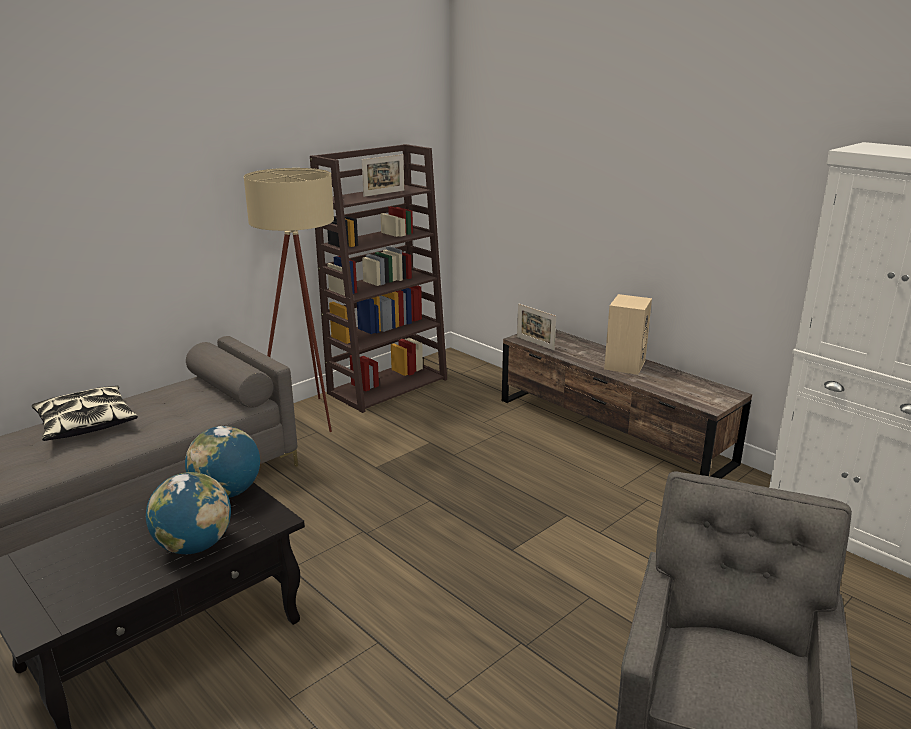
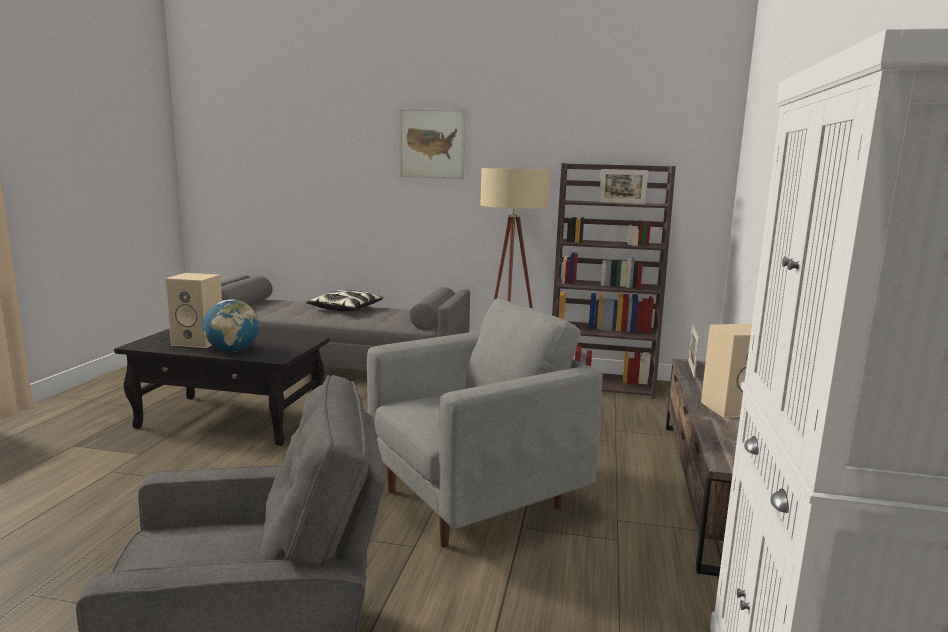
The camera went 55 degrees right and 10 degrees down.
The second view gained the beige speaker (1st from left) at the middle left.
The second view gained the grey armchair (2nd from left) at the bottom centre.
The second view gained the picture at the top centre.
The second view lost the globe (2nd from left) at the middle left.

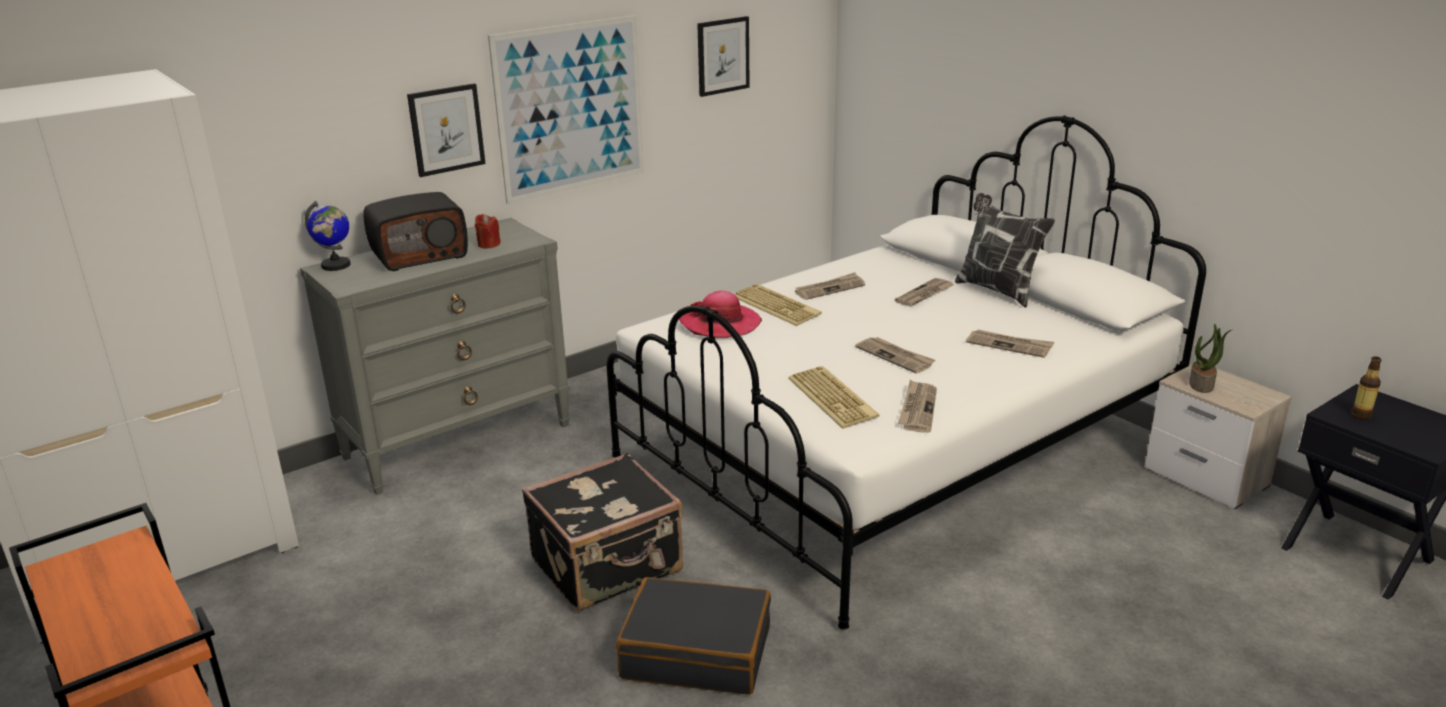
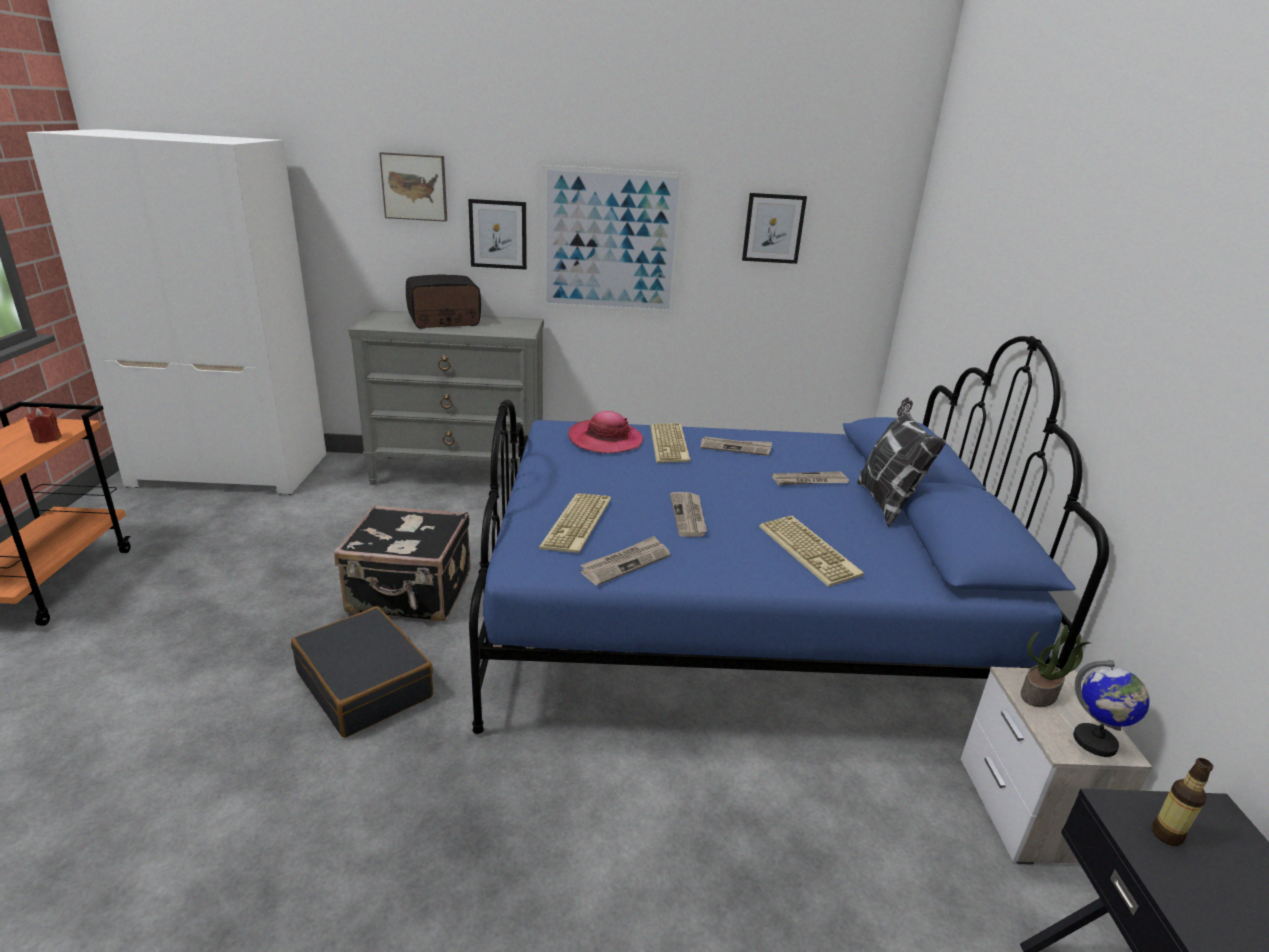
The camera went 35 degrees right and 0 degrees up.
The red candle ended up elsewhere, having gone from the top centre to the middle left.
The second view gained the picture (1st from left) at the top left.
The radio at the top left ended up facing another way, 150 degrees clockwise from before.
What was the white bed at the centre turned into the blue bed at the centre.
Where the newspaper (5th from left) stood at the middle right, the keyboard (3rd from left) came to stand at the centre.
The globe ended up elsewhere, having gone from the middle left to the bottom right.

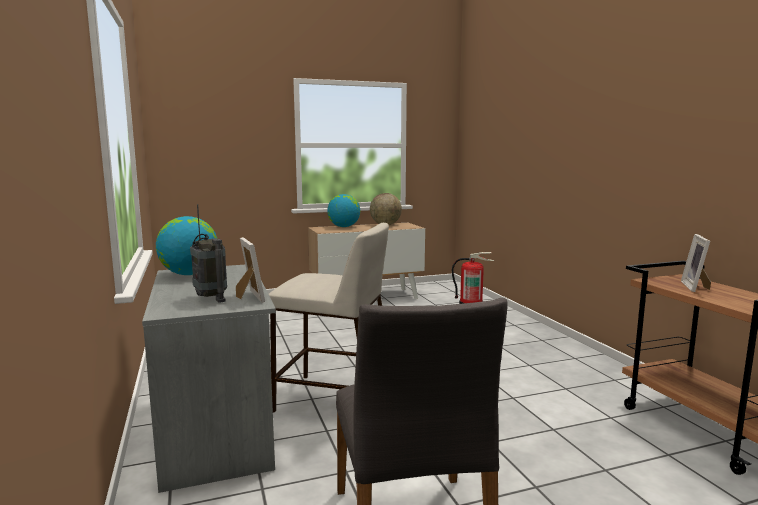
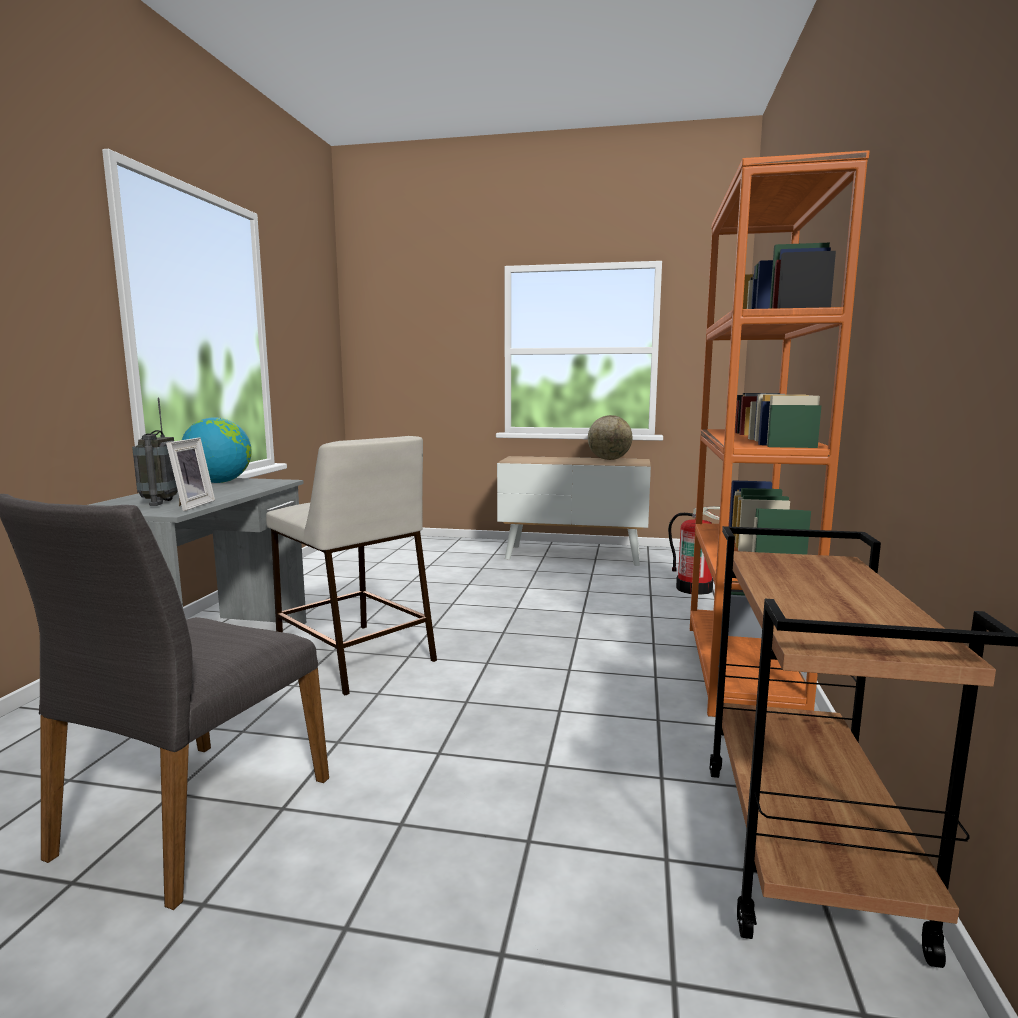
The camera went 30 degrees right and 0 degrees up.
The second view gained the orange bookcase at the middle right.
The second view lost the globe (2nd from left) at the centre.
The second view lost the picture frame (2nd from left) at the middle right.

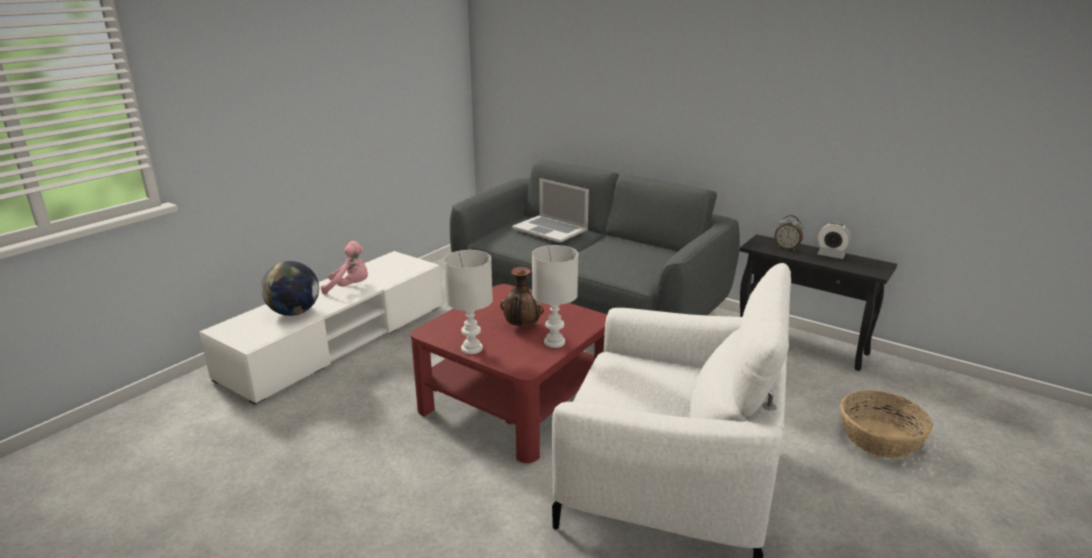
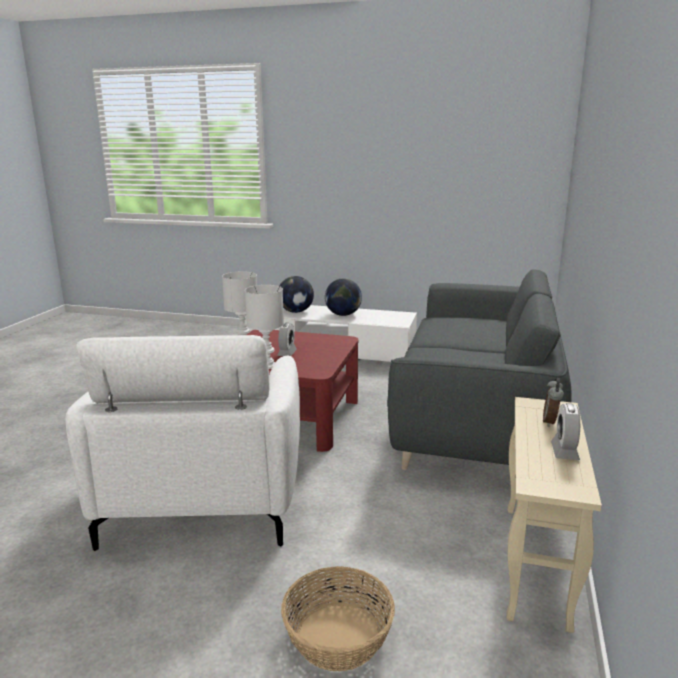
The camera went 70 degrees right and 5 degrees down.
Where the vase stood at the centre, the alarm clock (1st from left) came to stand at the centre.
Where the pink plush toy stood at the middle left, the globe (2nd from left) came to stand at the centre.
What was the black side table at the middle right turned into the beige side table at the bottom right.
The second view lost the laptop at the centre.

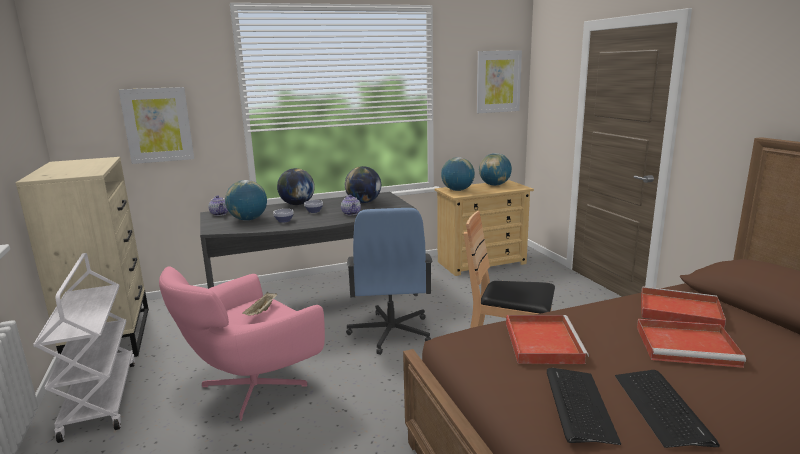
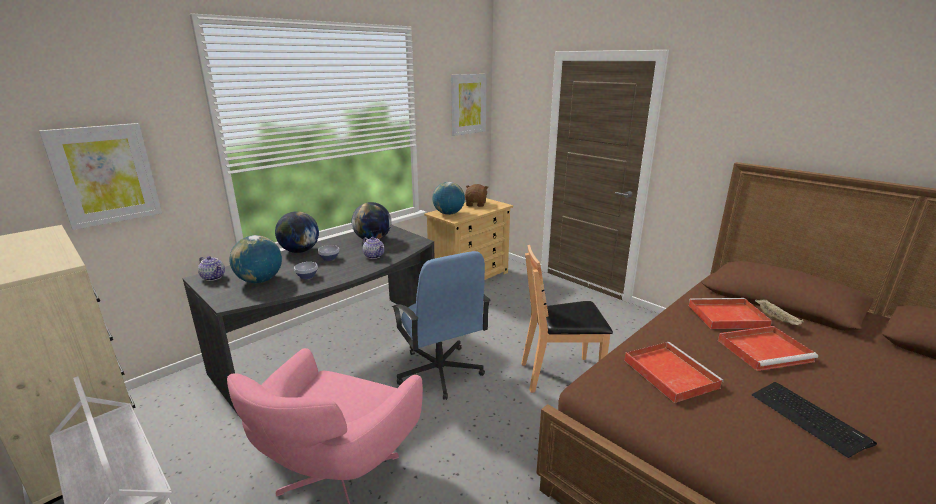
The camera went 25 degrees left and 5 degrees up.
Where the globe (5th from left) stood at the centre, the brown plush toy came to stand at the centre.
The beige tray ended up elsewhere, having gone from the bottom left to the middle right.
The second view lost the keyboard (1st from left) at the bottom right.

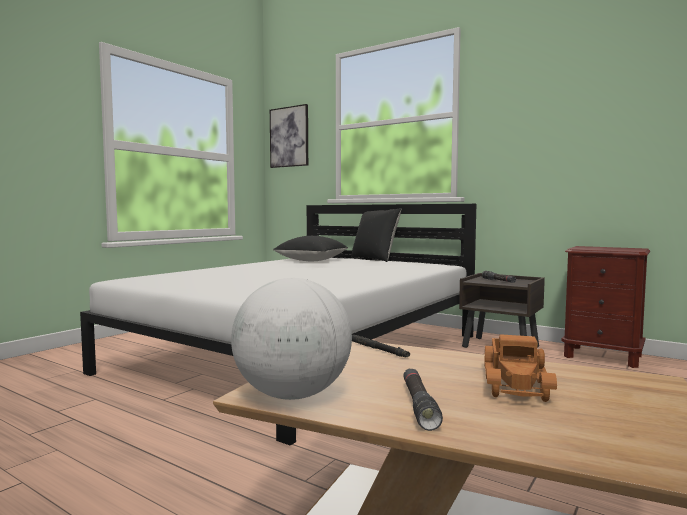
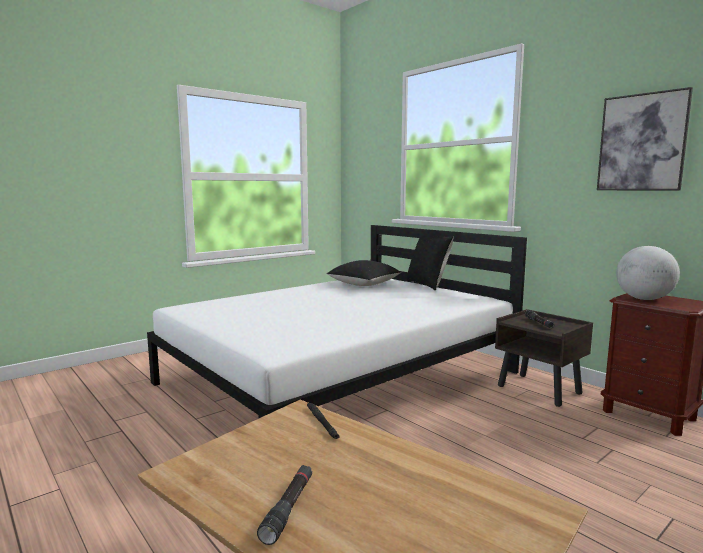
The camera went 15 degrees right and 5 degrees up.
The picture ended up elsewhere, having gone from the top centre to the top right.
The globe ended up elsewhere, having gone from the centre to the middle right.
The second view lost the toy truck at the bottom right.

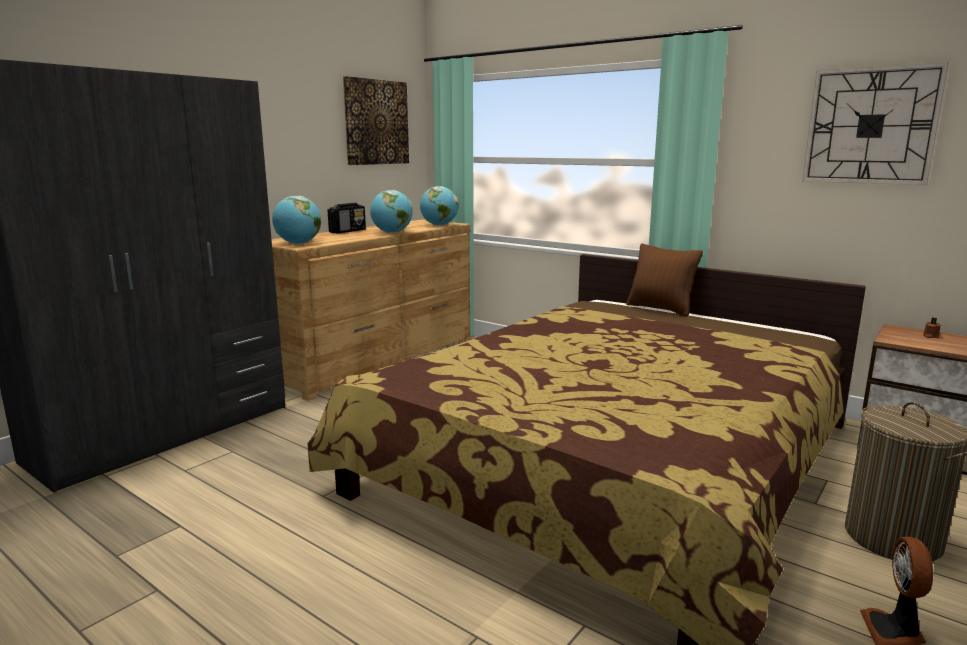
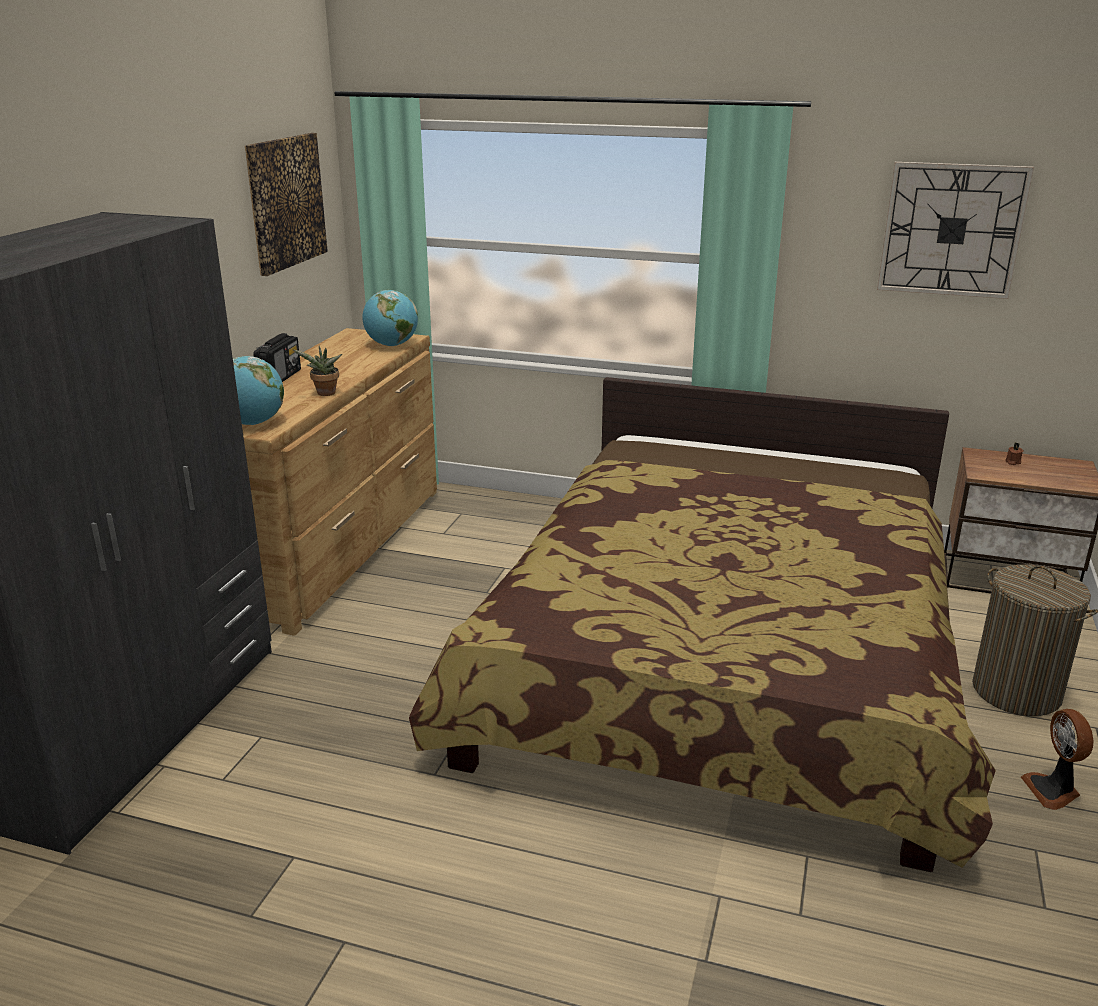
The camera went 20 degrees left and 10 degrees up.
The second view gained the potted plant at the middle left.
The second view lost the globe (2nd from left) at the top centre.
The second view lost the brown pillow at the middle right.

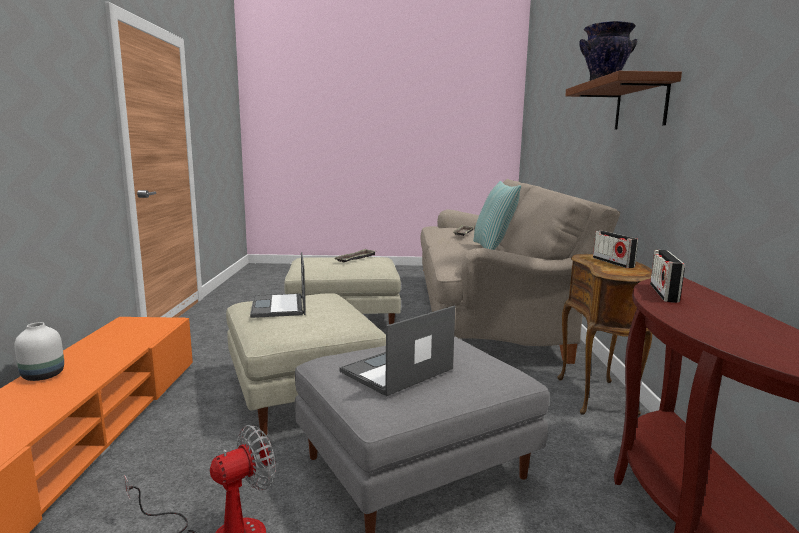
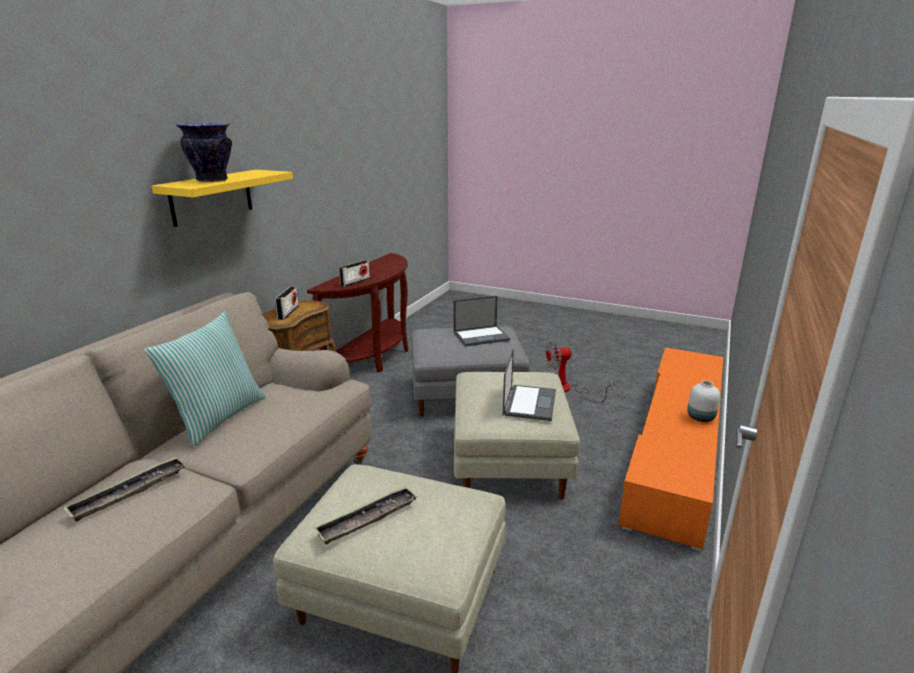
The camera went 155 degrees left and 10 degrees up.
What was the brown shelf at the top right turned into the yellow shelf at the top left.

